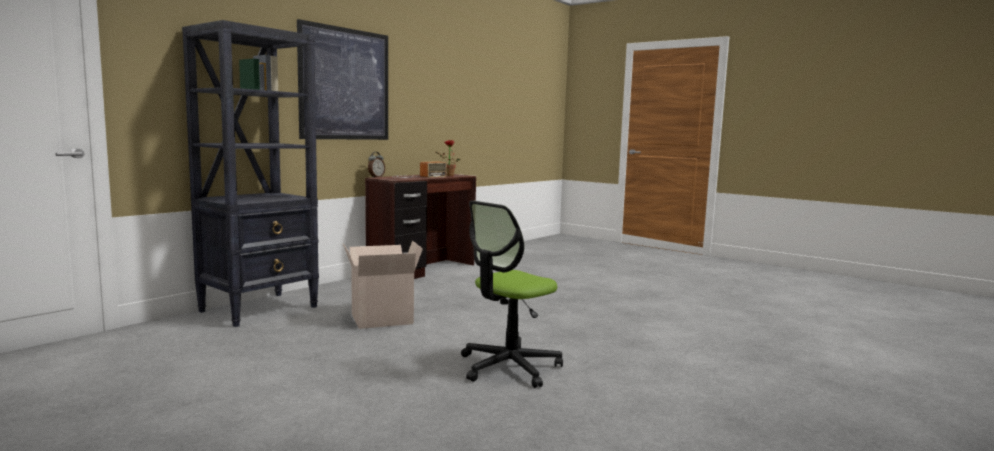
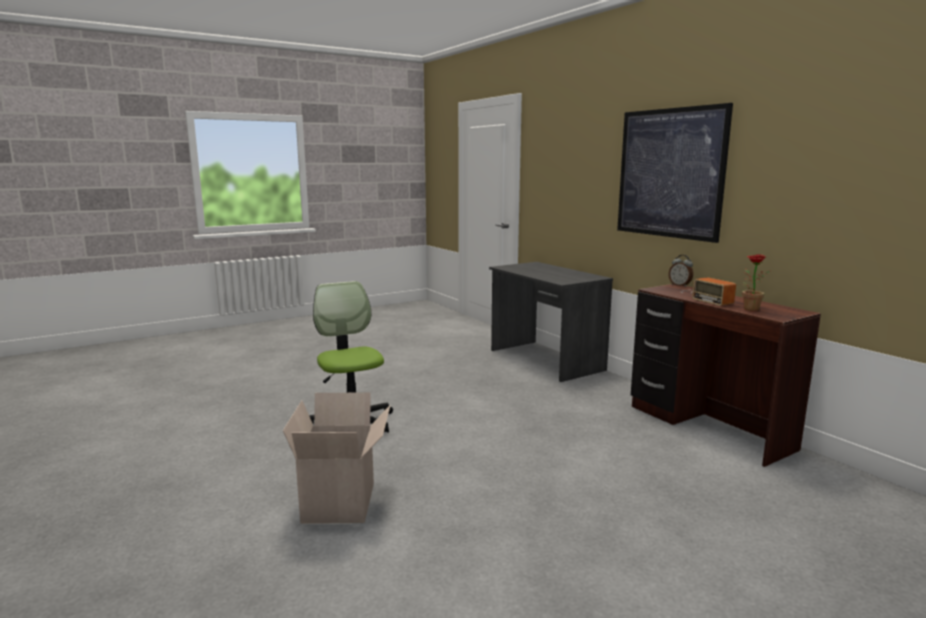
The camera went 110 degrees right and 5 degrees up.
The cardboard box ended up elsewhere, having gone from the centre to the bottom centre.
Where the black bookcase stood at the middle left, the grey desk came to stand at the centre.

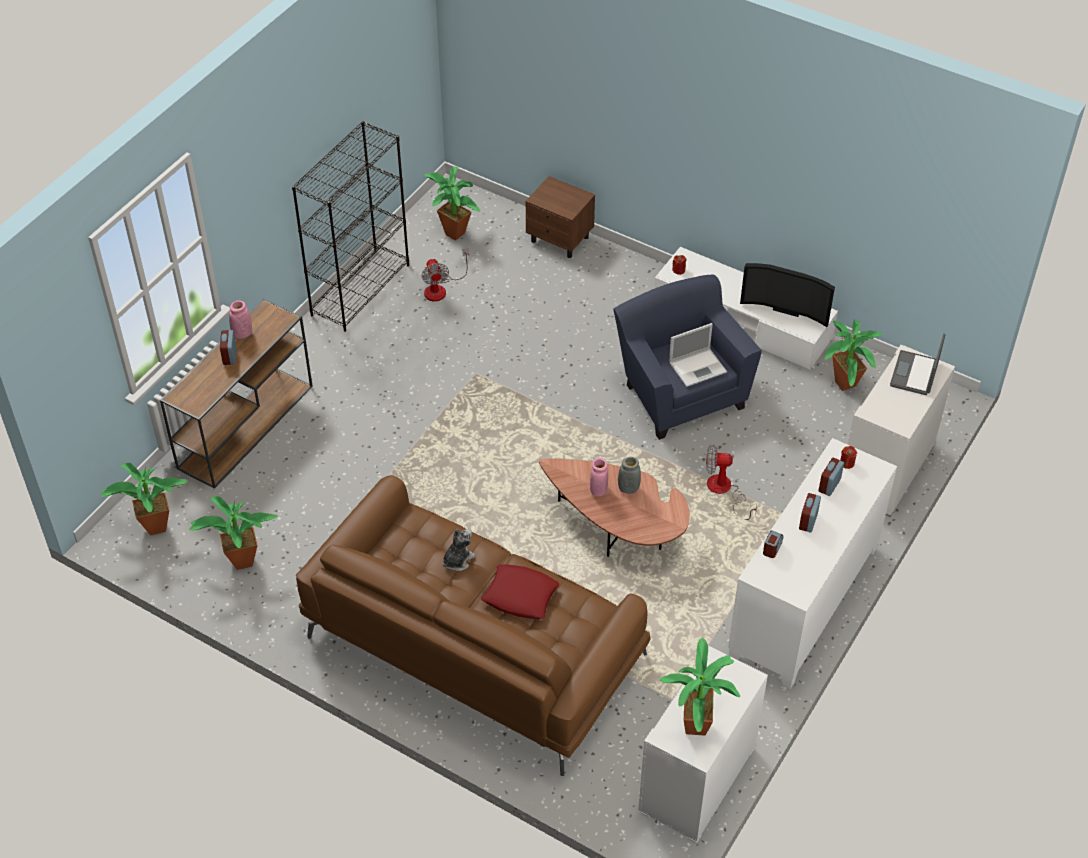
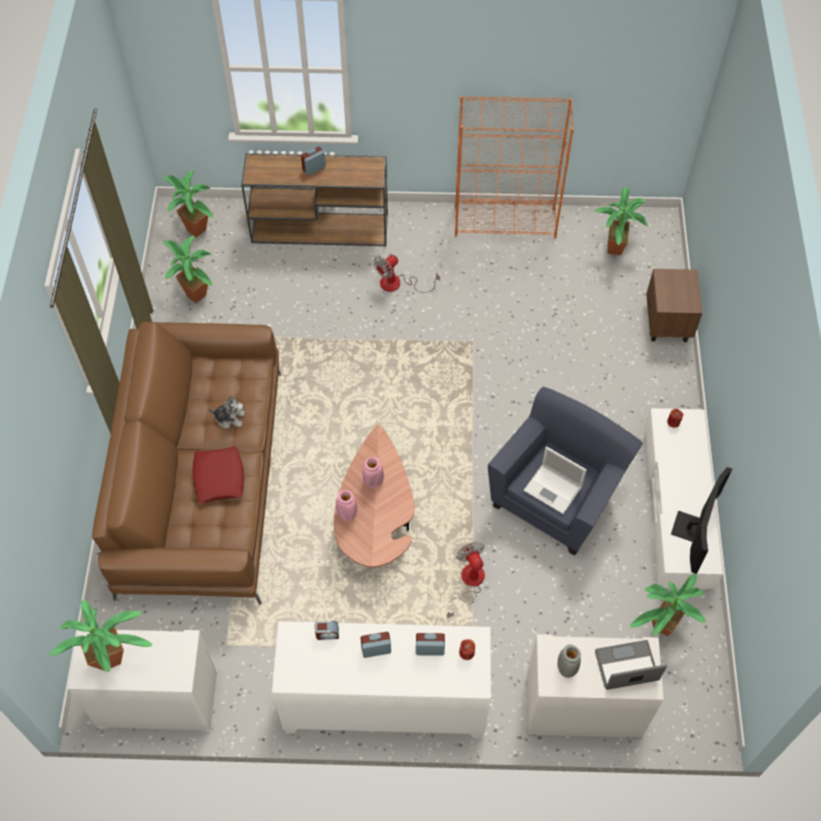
The camera went 60 degrees right and 10 degrees up.
The pink vase (1st from left) ended up elsewhere, having gone from the middle left to the centre.
The fan (1st from left) ended up elsewhere, having gone from the top centre to the centre.
What was the black bookcase at the top left turned into the orange bookcase at the top centre.
The grey vase ended up elsewhere, having gone from the centre to the bottom right.
The television at the middle right ended up facing another way, 150 degrees counterclockwise from before.

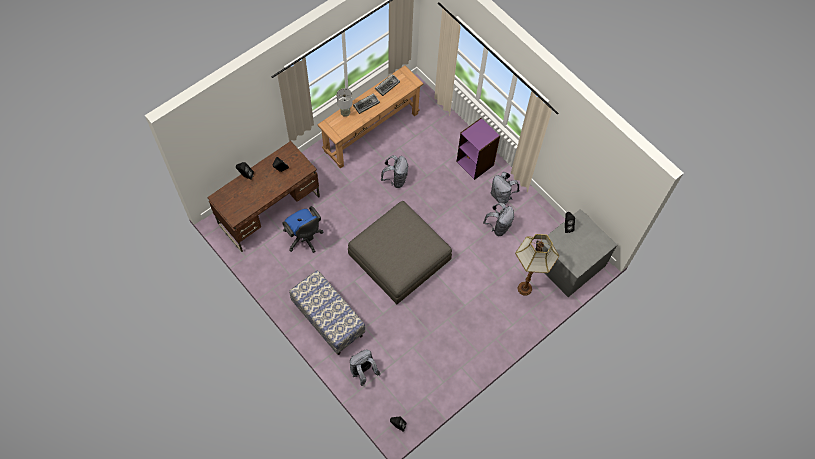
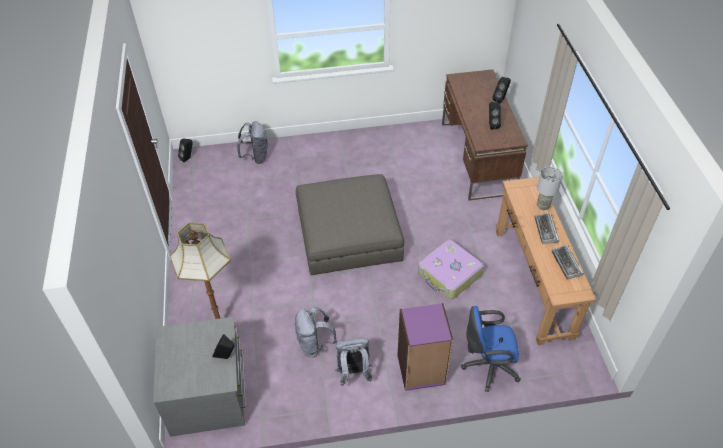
The camera went 125 degrees right and 15 degrees down.
Where the grey backpack (2nd from left) stood at the centre, the suitcase came to stand at the centre.
The blue office chair ended up elsewhere, having gone from the centre to the bottom right.
The second view lost the bench at the bottom centre.

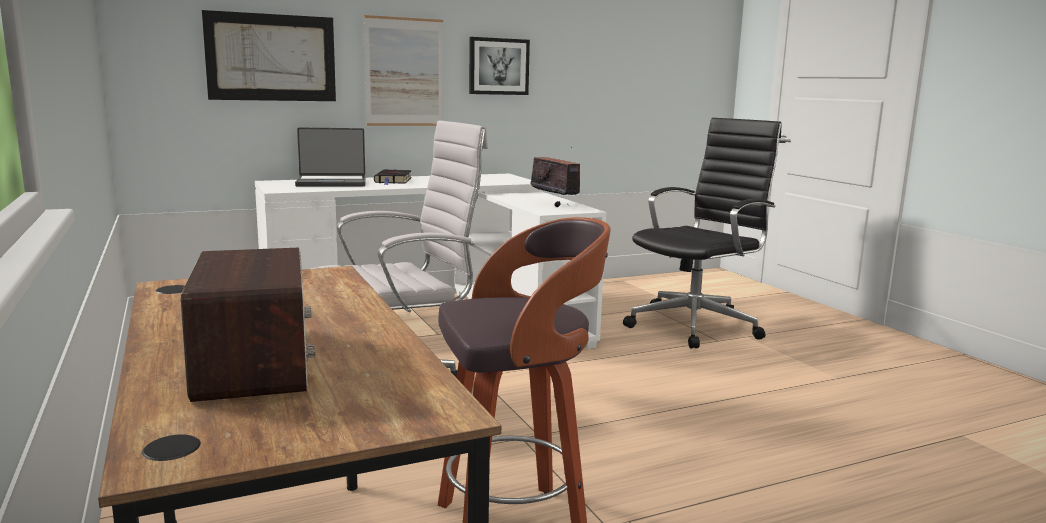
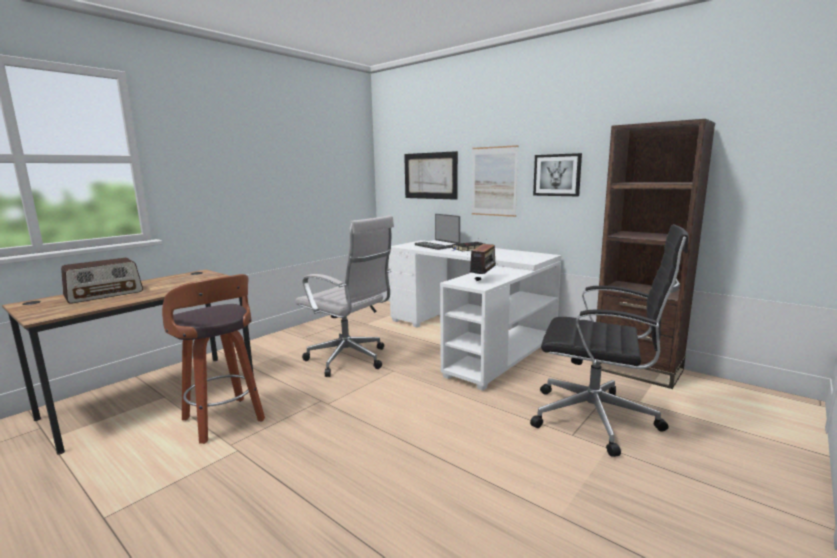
The camera went 65 degrees right and 0 degrees up.
The second view gained the brown bookcase at the middle right.

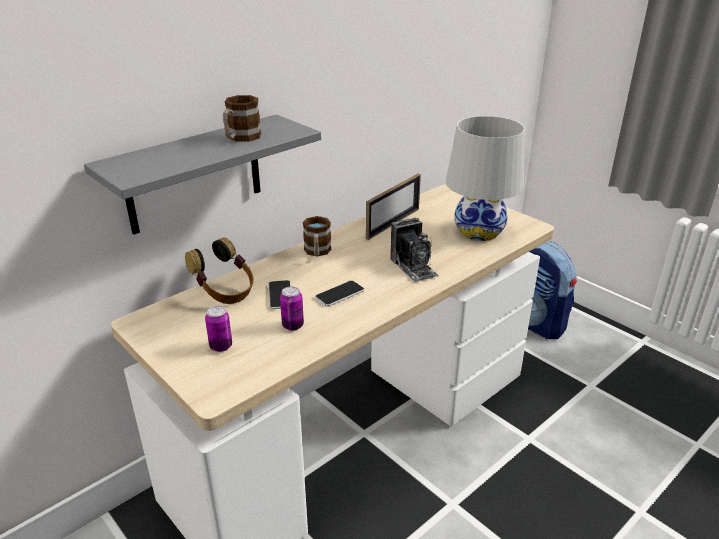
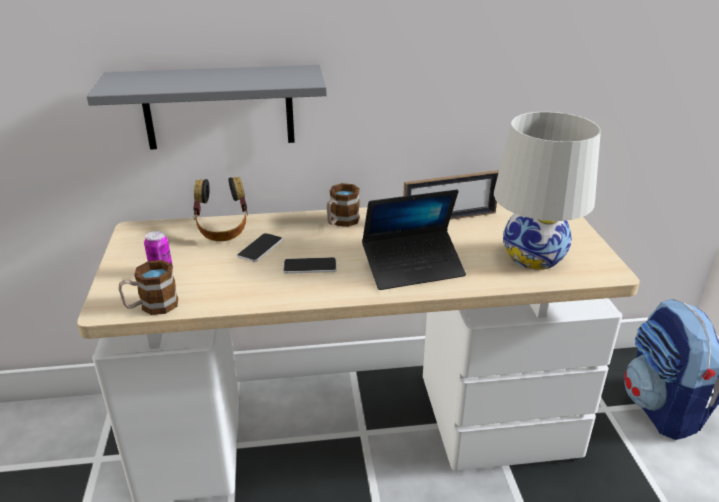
The camera went 35 degrees right and 0 degrees up.
The mug (1st from left) ended up elsewhere, having gone from the top centre to the middle left.
Where the photo camera stood at the centre, the laptop came to stand at the centre.
The second view lost the can (2nd from left) at the centre.

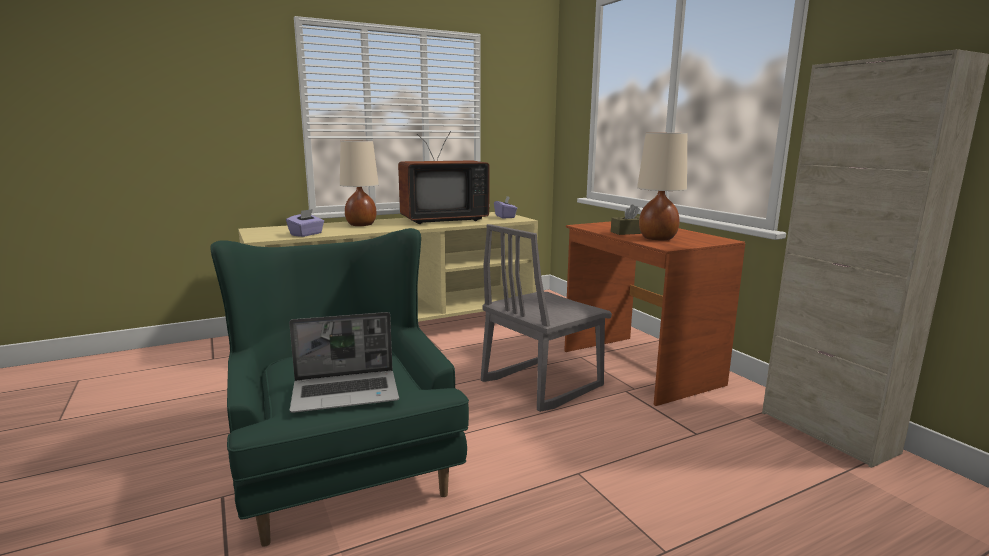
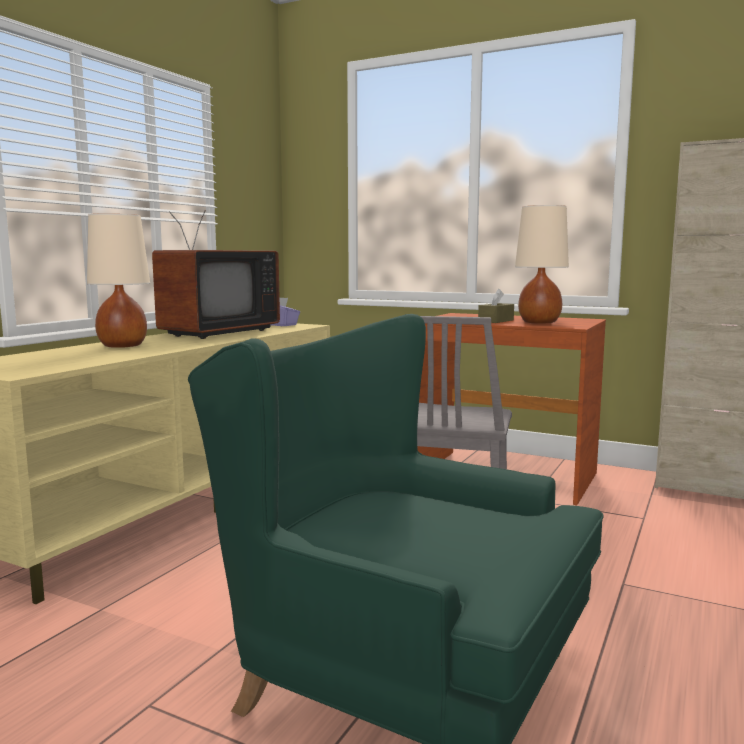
The camera went 35 degrees left and 5 degrees down.
The second view lost the purple tissue box (1st from left) at the middle left.
The second view lost the laptop at the centre.

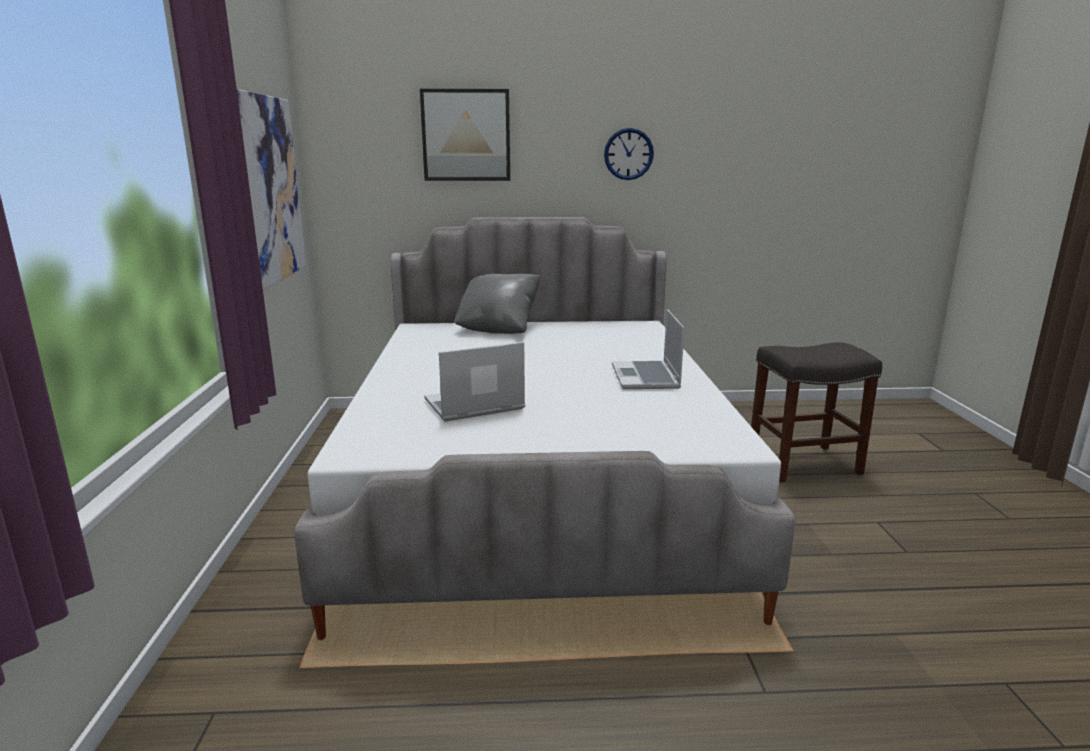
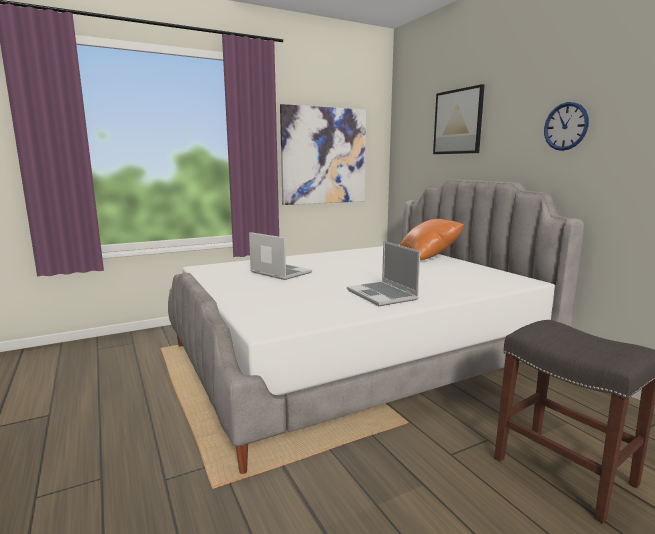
The camera went 65 degrees right and 5 degrees down.
The laptop (2nd from left) at the centre ended up facing another way, 90 degrees counterclockwise from before.
What was the grey pillow at the centre turned into the orange pillow at the centre.

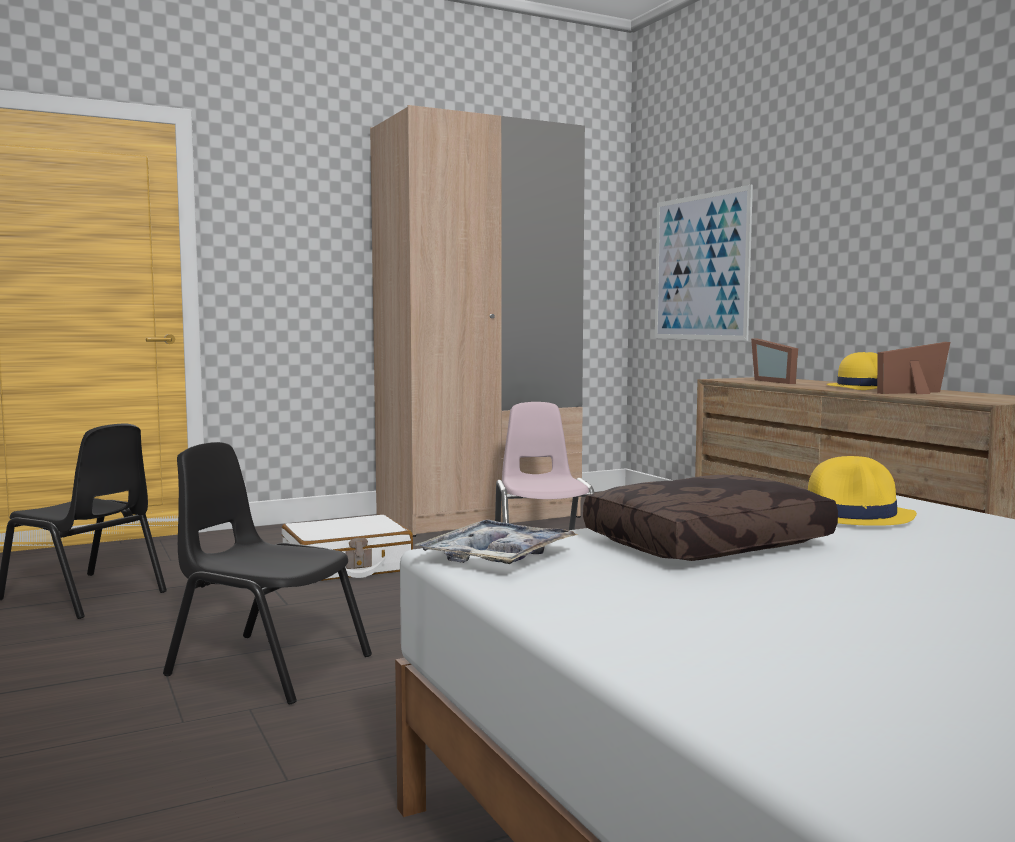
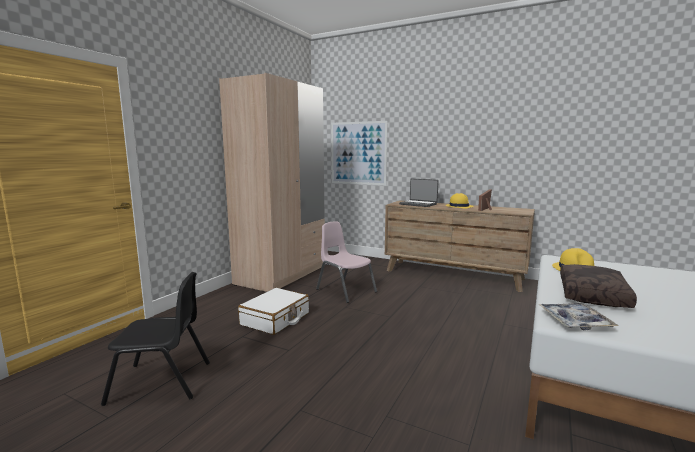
The camera went 35 degrees left and 5 degrees up.
Where the picture frame (1st from left) stood at the middle right, the laptop came to stand at the centre.
The second view lost the black chair (2nd from left) at the bottom left.

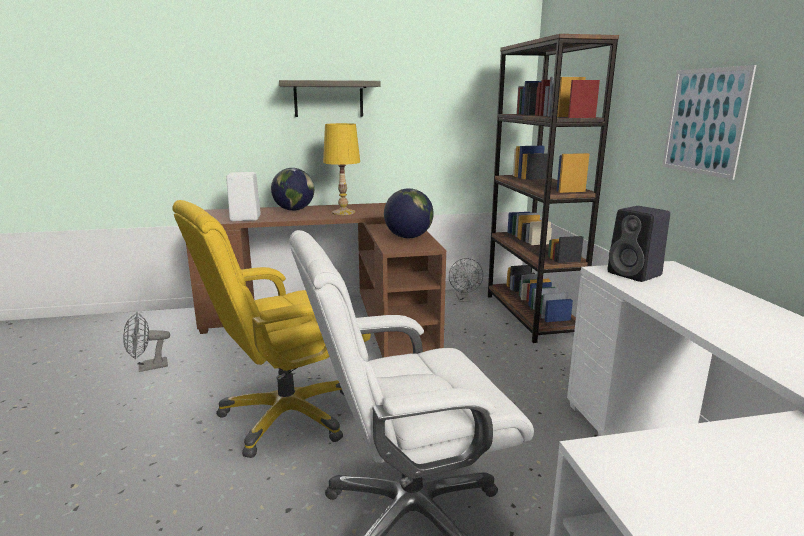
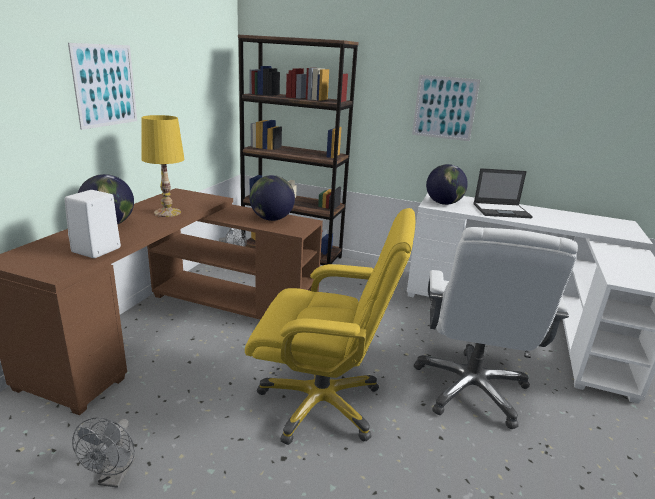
The camera went 60 degrees left and 5 degrees up.
Where the shelf hung at the top centre, the picture (1st from left) came to hang at the top left.
The yellow office chair at the centre ended up facing another way, 75 degrees counterclockwise from before.
Where the black speaker stood at the middle right, the globe (3rd from left) came to stand at the middle right.
The second view gained the laptop at the middle right.

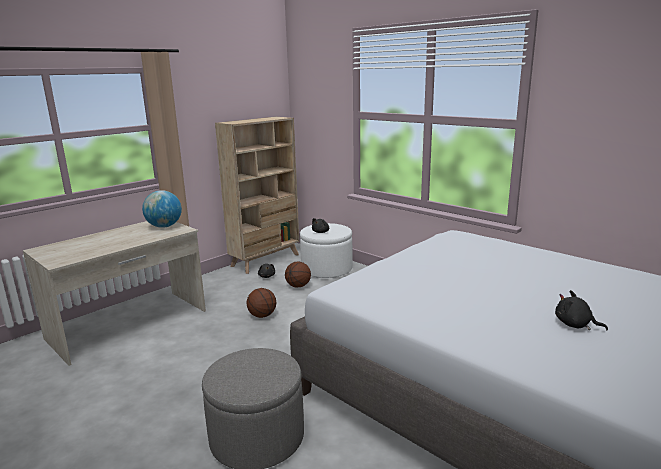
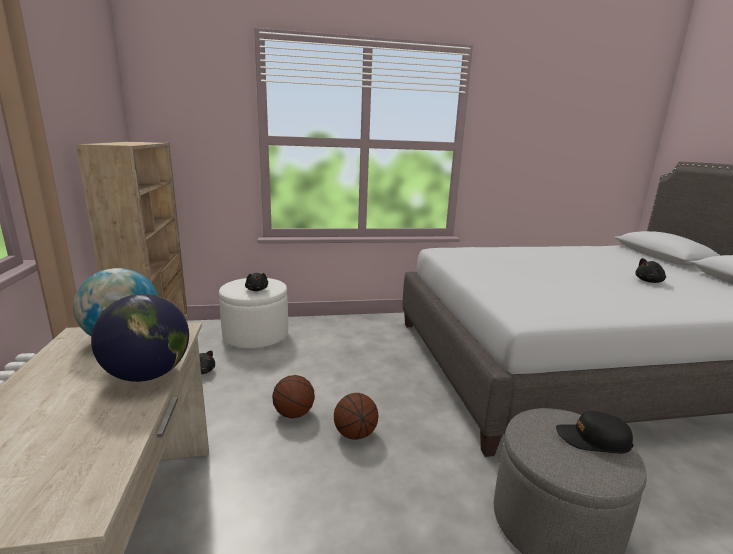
The camera went 55 degrees left and 0 degrees up.
The second view gained the globe (2nd from left) at the middle left.
The basketball (2nd from left) ended up elsewhere, having gone from the centre to the bottom centre.
The second view gained the black cap at the bottom right.

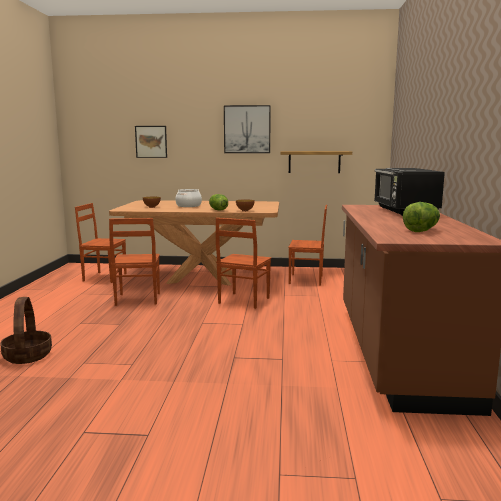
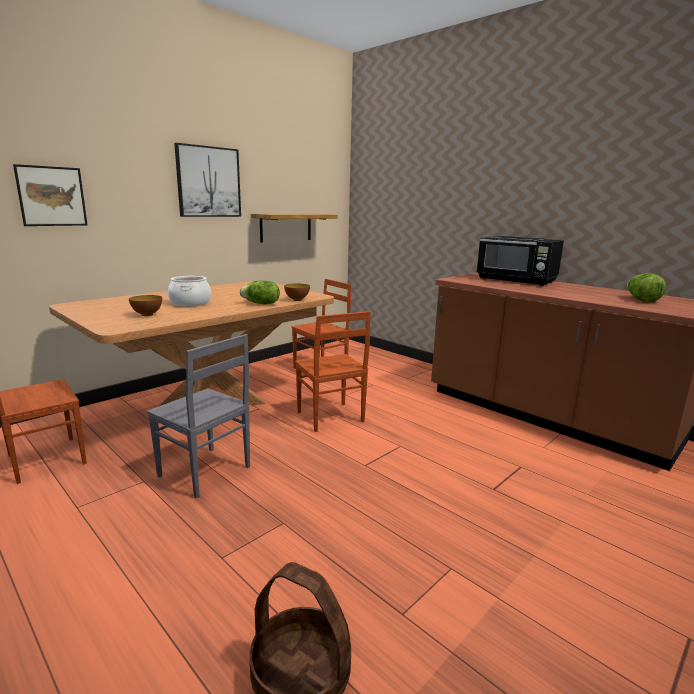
The camera went 50 degrees left and 5 degrees up.
What was the brown chair (2nd from left) at the middle left turned into the grey chair at the middle left.

